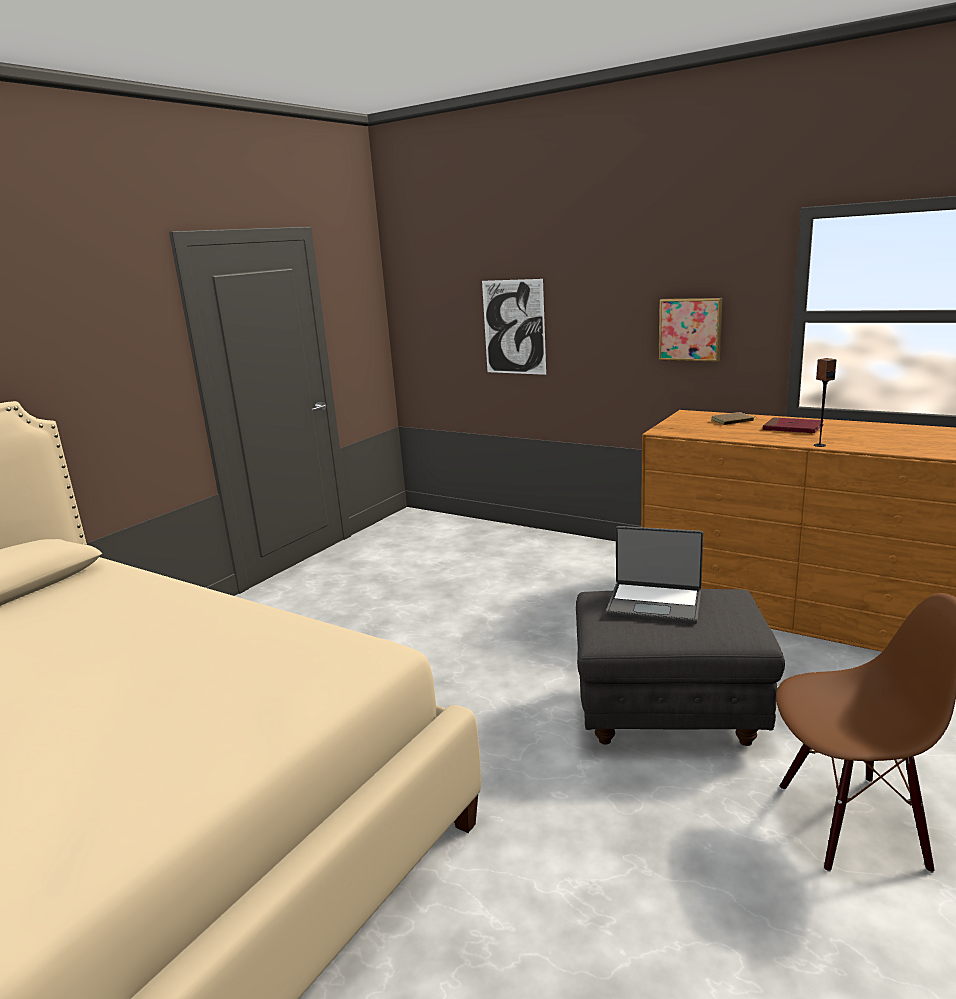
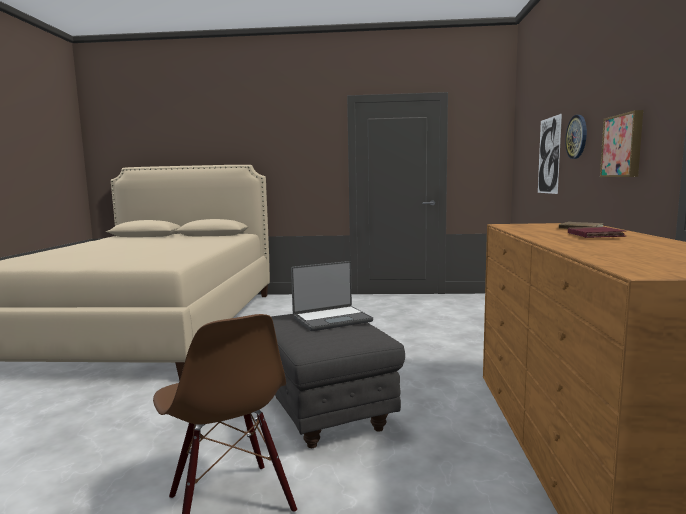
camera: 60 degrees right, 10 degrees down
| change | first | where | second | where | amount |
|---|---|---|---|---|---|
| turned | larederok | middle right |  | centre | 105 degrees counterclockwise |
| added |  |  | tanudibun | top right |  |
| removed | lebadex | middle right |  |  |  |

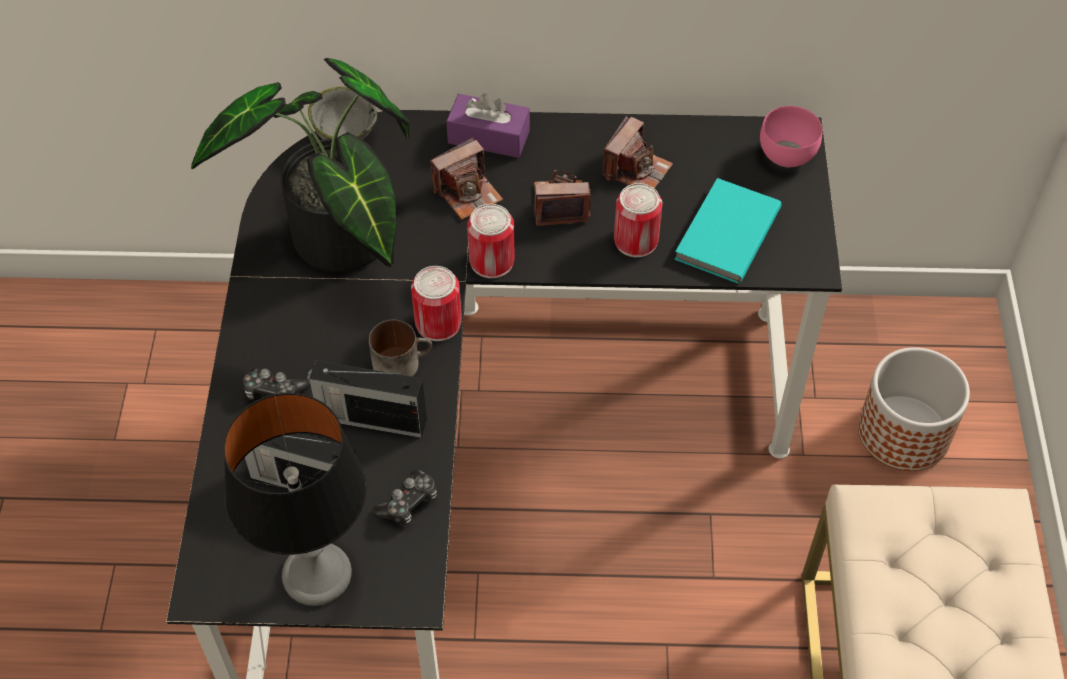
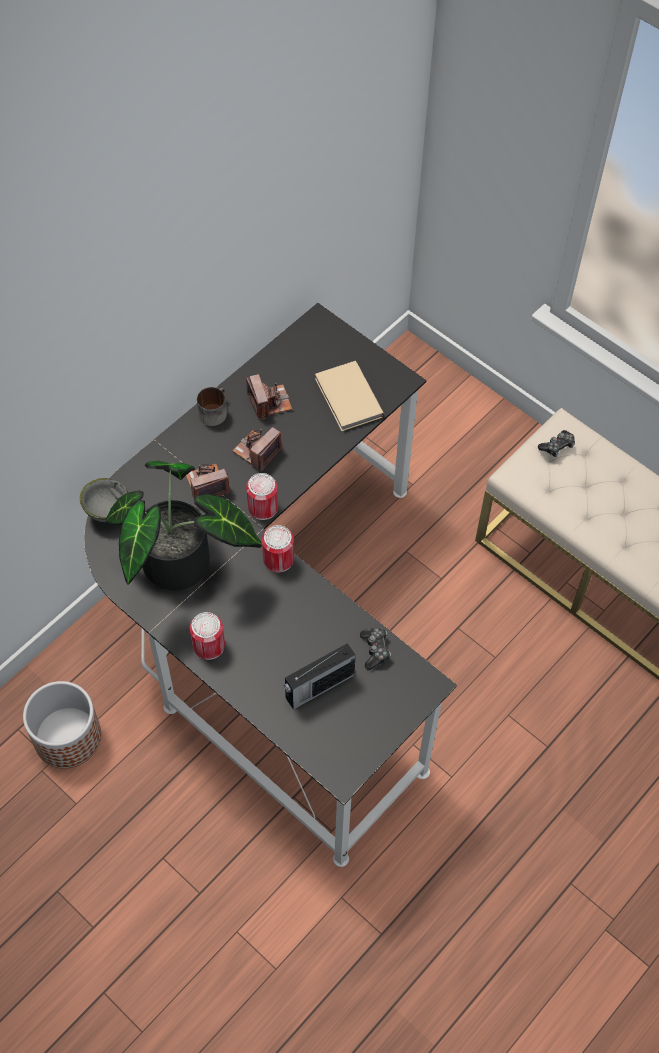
camera: 50 degrees left, 5 degrees up
| change | first | where | second | where | amount |
|---|---|---|---|---|---|
| moved | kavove | middle right |  | bottom left |  |
| turned | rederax (1st from left) | top centre |  | middle left | 120 degrees counterclockwise |
| moved | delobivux (3rd from left in the first image) | top centre | delobivux (1st from left) | middle left |  |
| moved | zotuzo | centre |  | middle left |  |
| recoloured | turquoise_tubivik | middle right | beige_tubivik | centre |  |
| moved | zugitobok (1st from left in the first image) | middle left | zugitobok (2nd from left) | middle right |  |
| removed | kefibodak | bottom left |  |  |  |
| removed | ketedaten (2nd from left) | centre |  |  |  |
| removed | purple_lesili | top centre |  |  |  |
| removed | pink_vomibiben | top right |  |  |  |

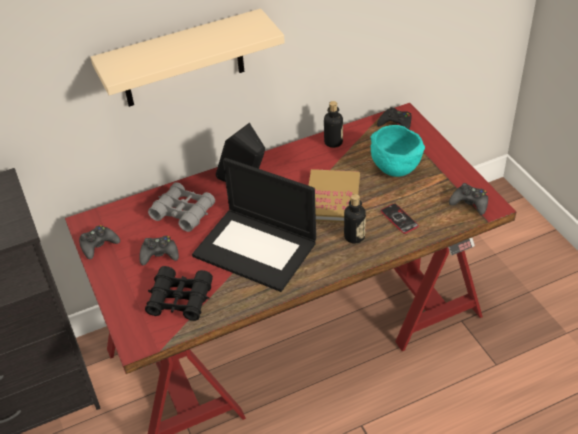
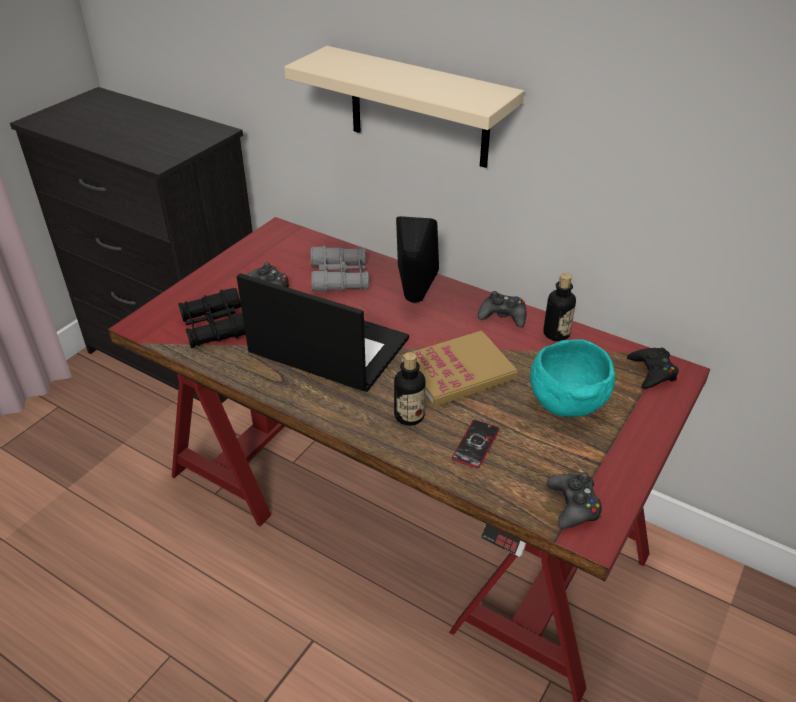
camera: 55 degrees right, 5 degrees down
| change | first | where | second | where | amount |
|---|---|---|---|---|---|
| turned | larederok | centre |  | centre | 120 degrees clockwise |
| moved | black_zugitobok (1st from left in the first image) | middle left | black_zugitobok (2nd from left) | centre |  |

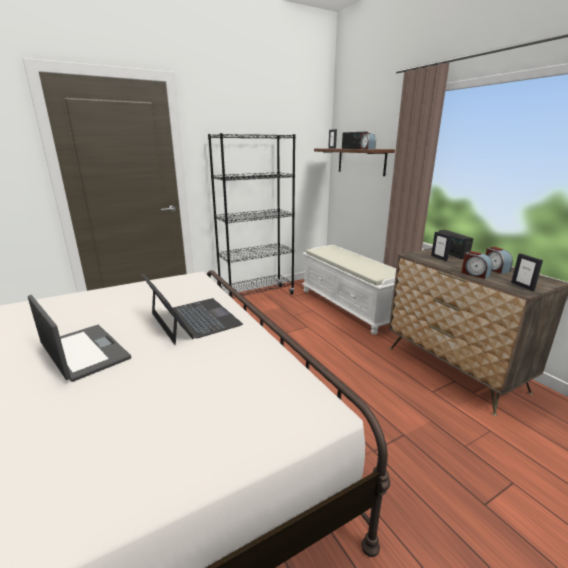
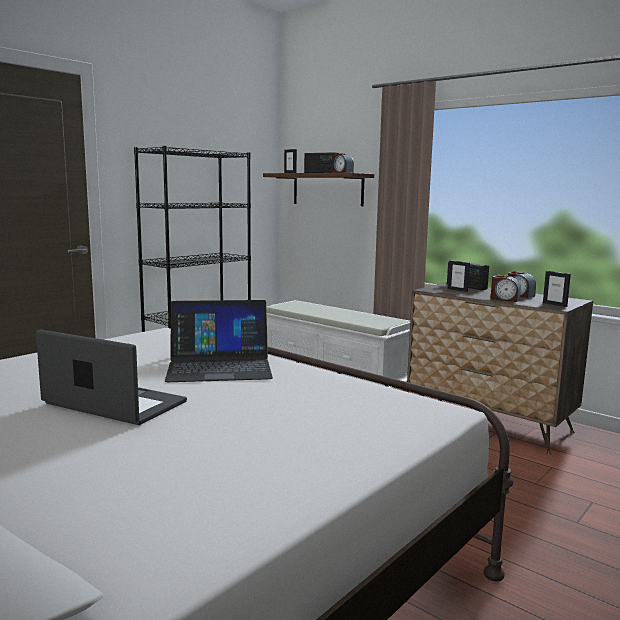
camera: 20 degrees left, 10 degrees down
| change | first | where | second | where | amount |
|---|---|---|---|---|---|
| turned | larederok (2nd from left) | centre |  | centre | 135 degrees clockwise |

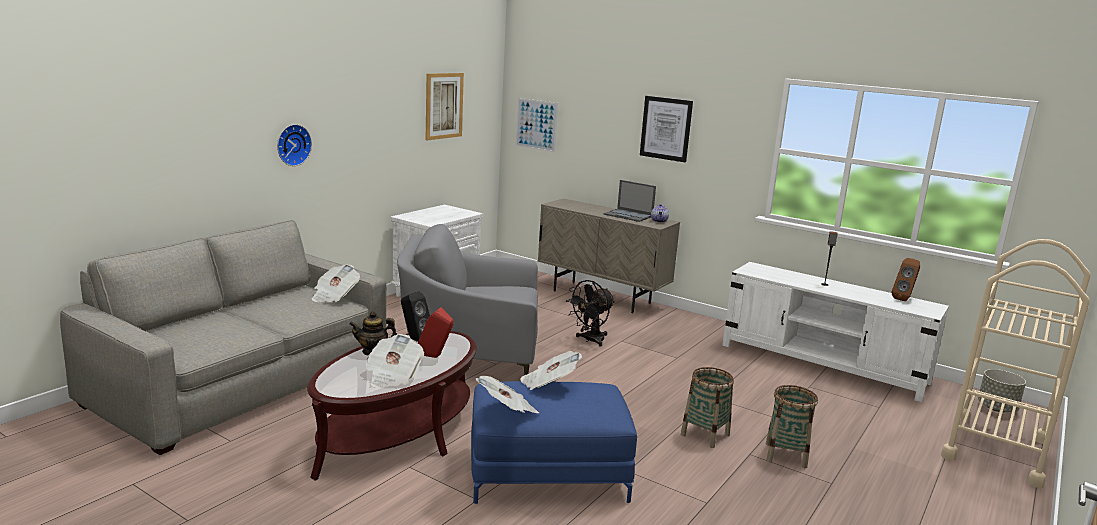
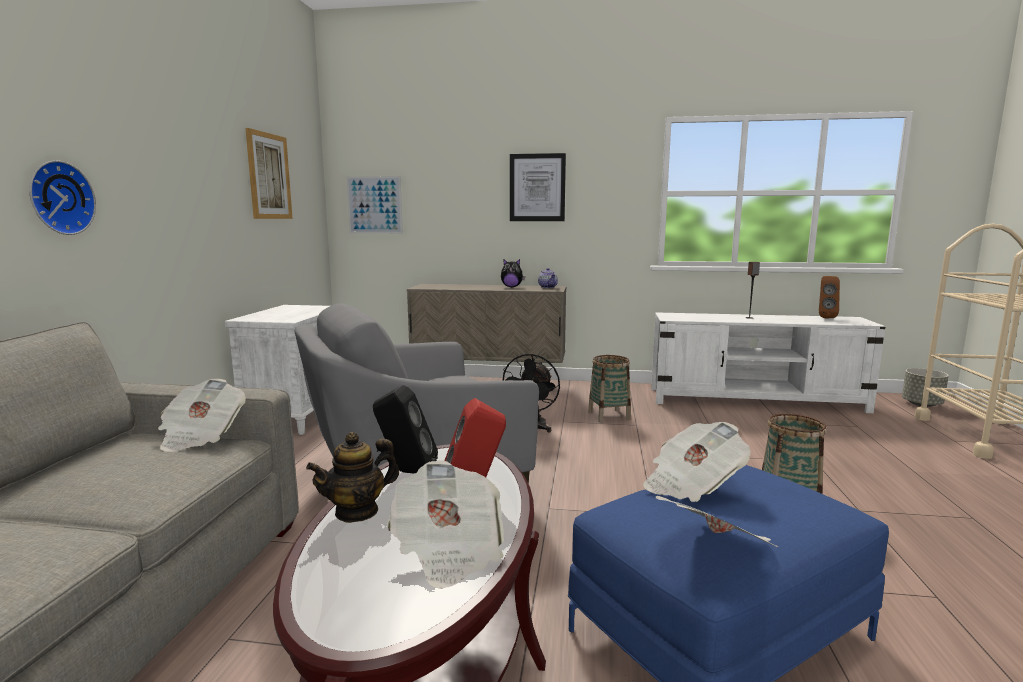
camera: 25 degrees left, 5 degrees down
| change | first | where | second | where | amount |
|---|---|---|---|---|---|
| replaced | larederok | centre | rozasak | centre |  |
| moved | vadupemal (2nd from left in the first image) | bottom right | vadupemal (1st from left) | centre |  |

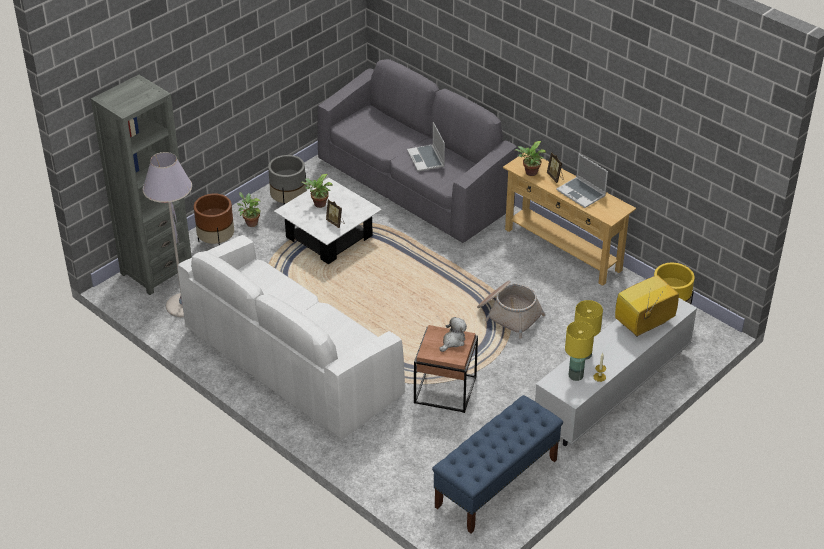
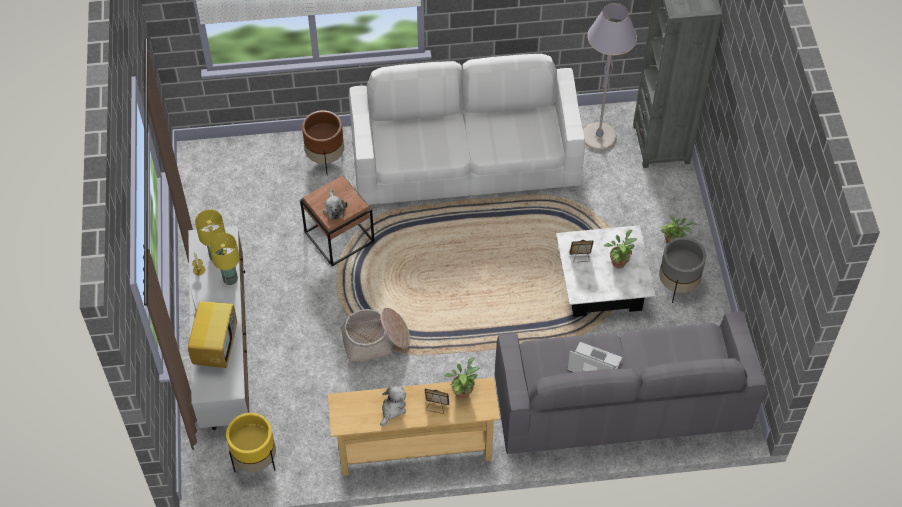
camera: 130 degrees right, 15 degrees up
| change | first | where | second | where | amount |
|---|---|---|---|---|---|
| moved | brown_kavove | middle left |  | top centre |  |
| replaced | larederok (2nd from left) | top right | rozasak (2nd from left) | bottom centre |  |
| removed | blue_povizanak | bottom centre |  |  |  |

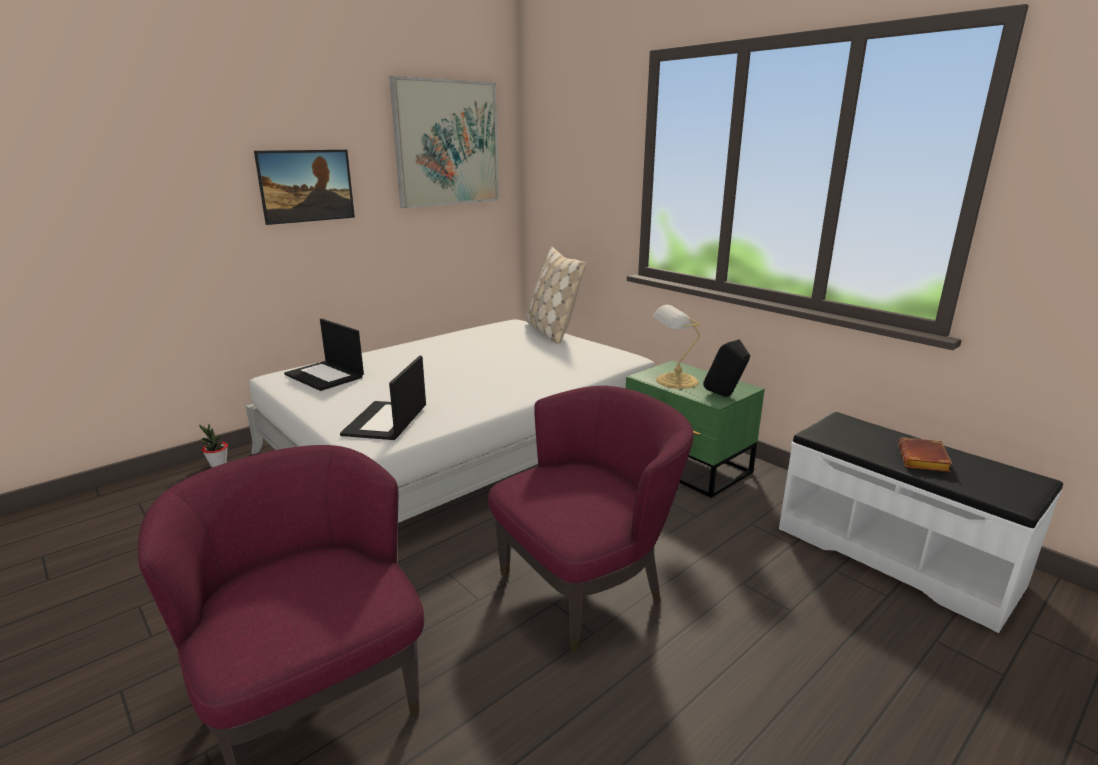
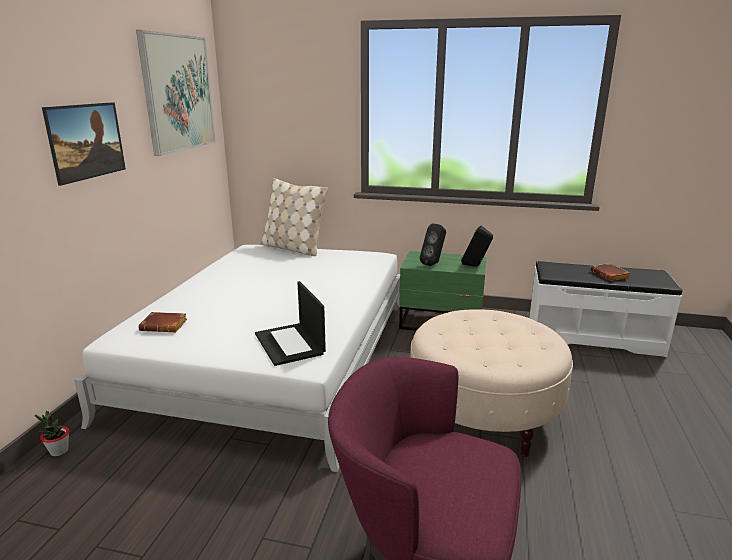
camera: 35 degrees left, 0 degrees up
| change | first | where | second | where | amount |
|---|---|---|---|---|---|
| replaced | larederok (1st from left) | middle left | brown_tubivik (1st from left) | middle left |  |
| replaced | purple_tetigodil (2nd from left) | bottom centre | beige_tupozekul | bottom right |  |
| replaced | kefibodak | centre | black_lebadex (1st from left) | centre |  |

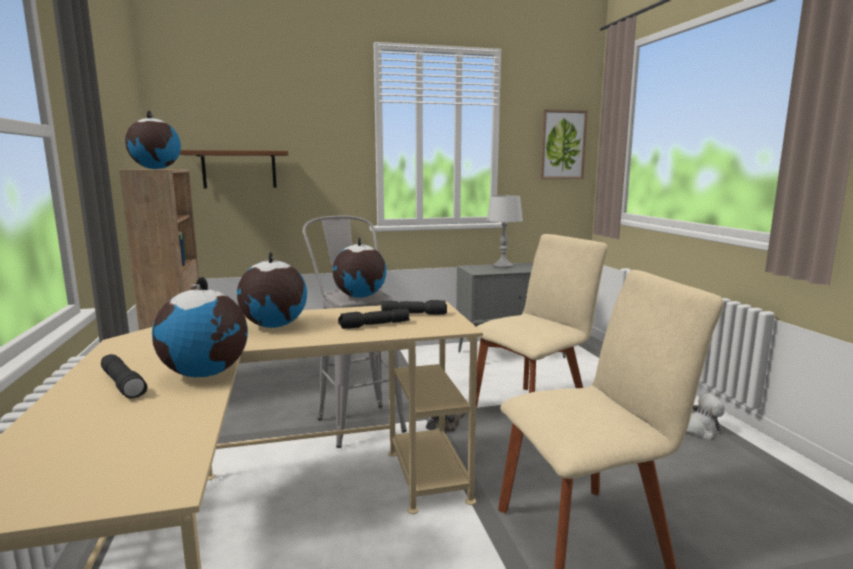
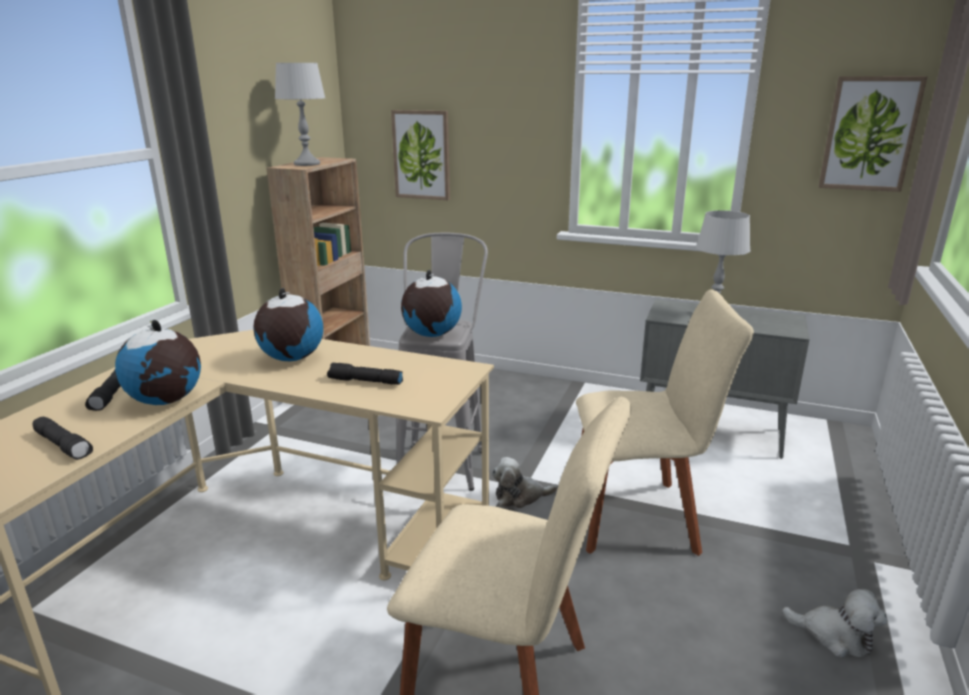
camera: 35 degrees right, 10 degrees up
| change | first | where | second | where | amount |
|---|---|---|---|---|---|
| moved | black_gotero (3rd from left in the first image) | centre | black_gotero (1st from left) | middle left |  |
| replaced | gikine (1st from left) | top left | grey_kefibodak (1st from left) | top left |  |
| replaced | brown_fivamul | top left | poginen (1st from left) | top centre |  |

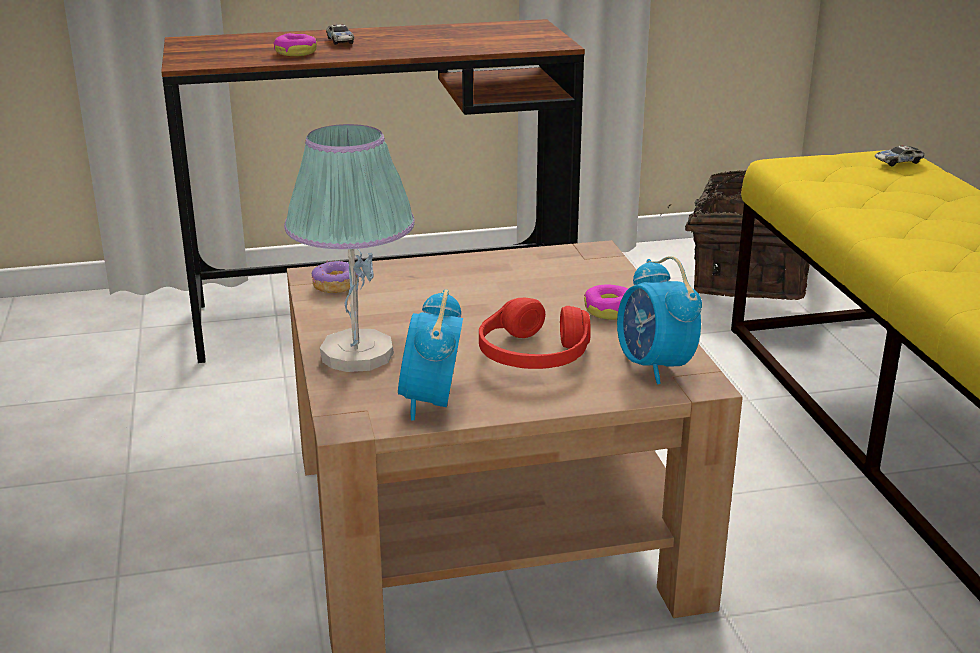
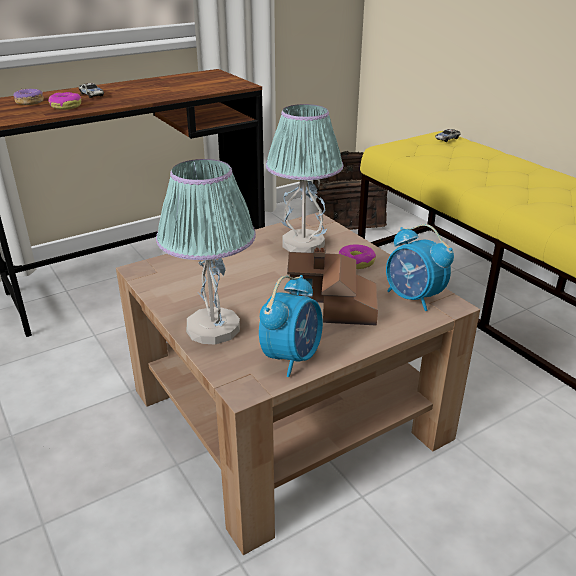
camera: 20 degrees left, 5 degrees up
| change | first | where | second | where | amount |
|---|---|---|---|---|---|
| moved | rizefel (2nd from left in the first image) | centre | rizefel (1st from left) | top left |  |
| turned | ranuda (1st from left) | centre |  | centre | 135 degrees counterclockwise |
| added |  |  | kefibodak (2nd from left) | top centre |  |
| replaced | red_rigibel | centre | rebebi | centre |  |

